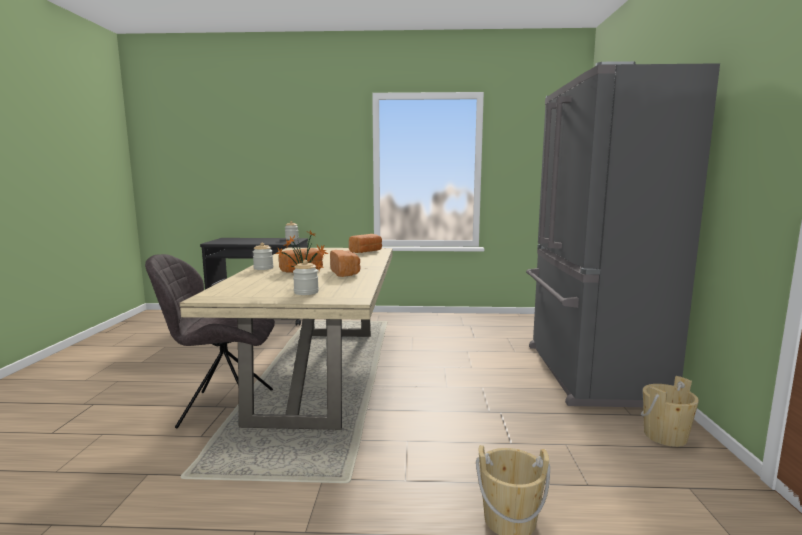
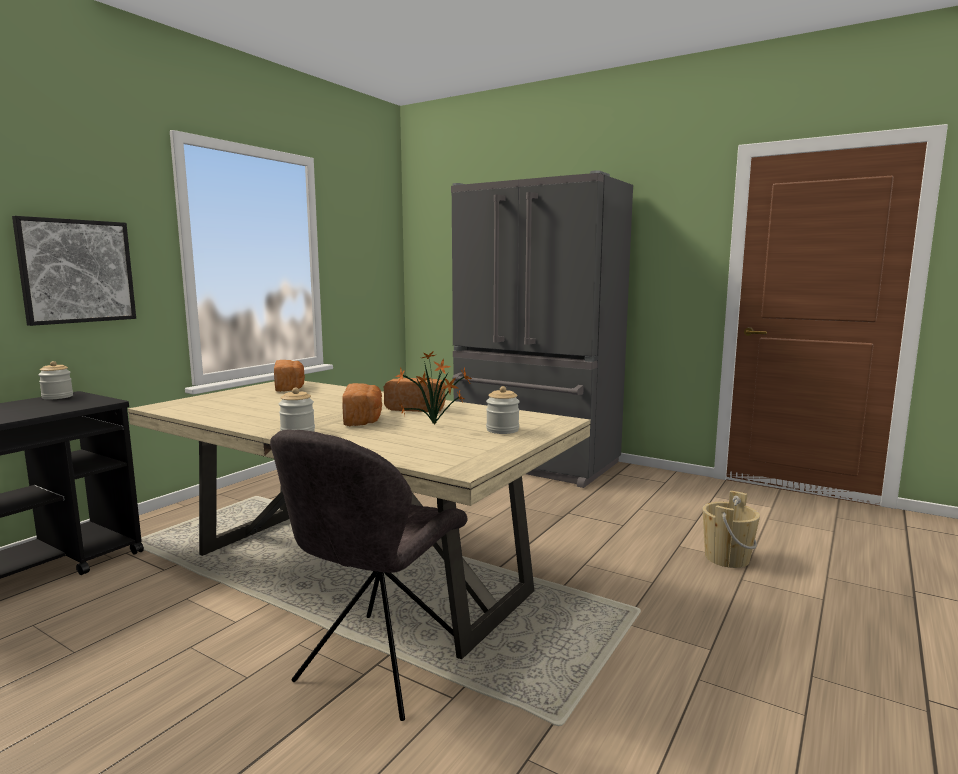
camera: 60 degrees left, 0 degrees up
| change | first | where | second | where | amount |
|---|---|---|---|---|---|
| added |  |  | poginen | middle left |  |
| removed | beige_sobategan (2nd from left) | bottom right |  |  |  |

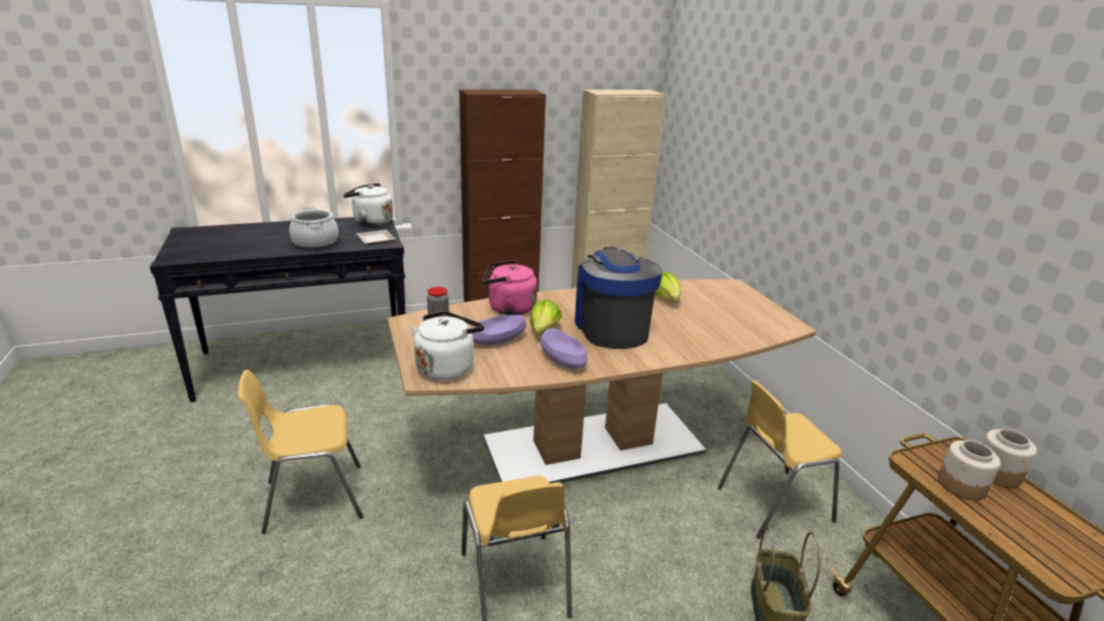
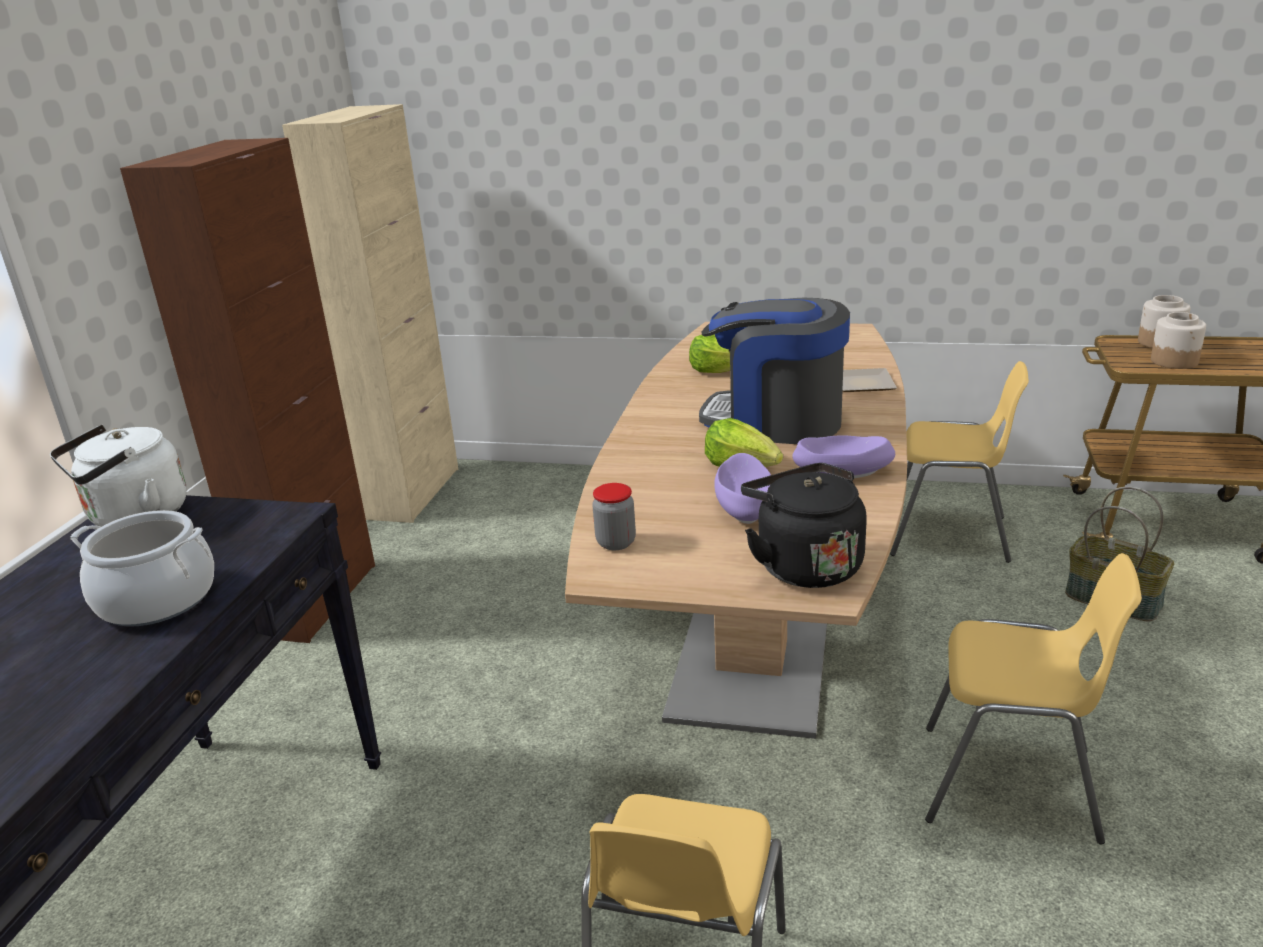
camera: 55 degrees left, 0 degrees up
| change | first | where | second | where | amount |
|---|---|---|---|---|---|
| recoloured | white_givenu (2nd from left) | centre | black_givenu | centre |  |
| moved | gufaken | centre |  | middle right |  |
| turned | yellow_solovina (3rd from left in the first image) | bottom right | yellow_solovina (2nd from left) | middle right | 90 degrees counterclockwise |
| removed | pink_givenu | centre |  |  |  |

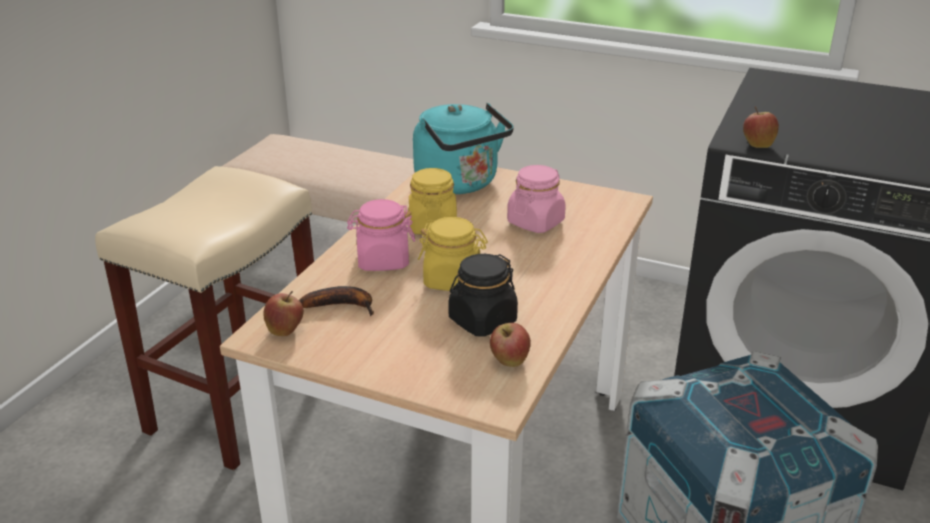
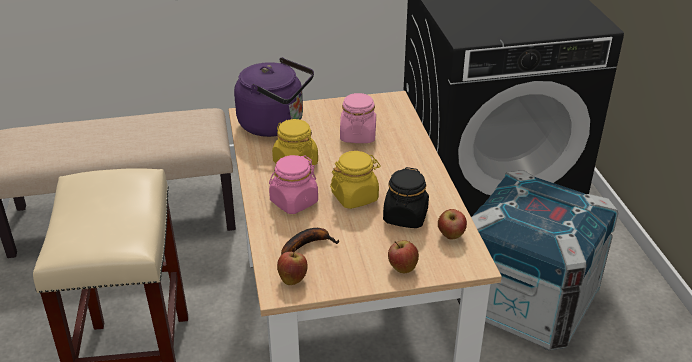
camera: 35 degrees left, 5 degrees up
| change | first | where | second | where | amount |
|---|---|---|---|---|---|
| recoloured | turquoise_givenu | top centre | purple_givenu | top centre |  |
| moved | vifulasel (3rd from left in the first image) | top right | vifulasel (2nd from left) | bottom centre |  |

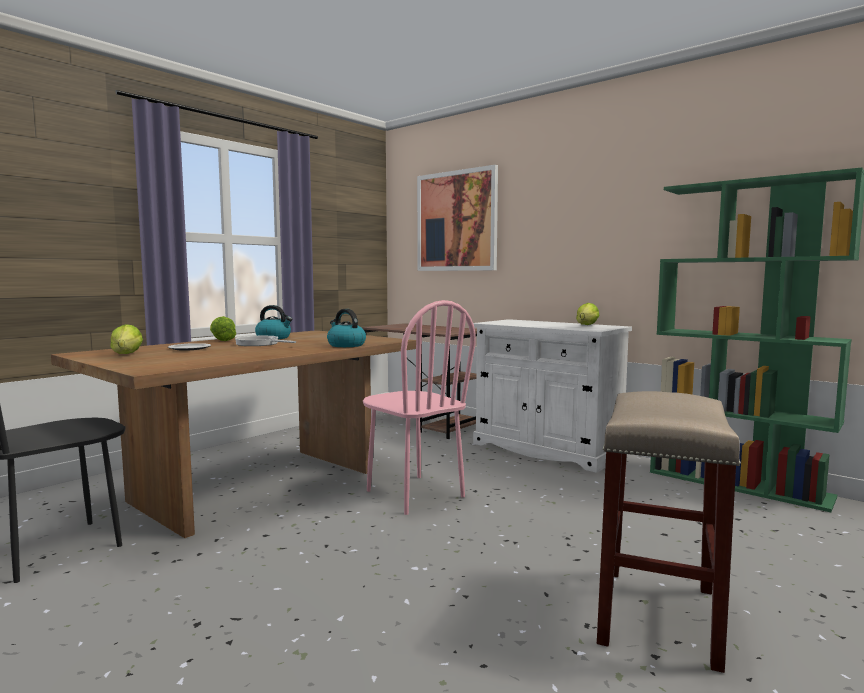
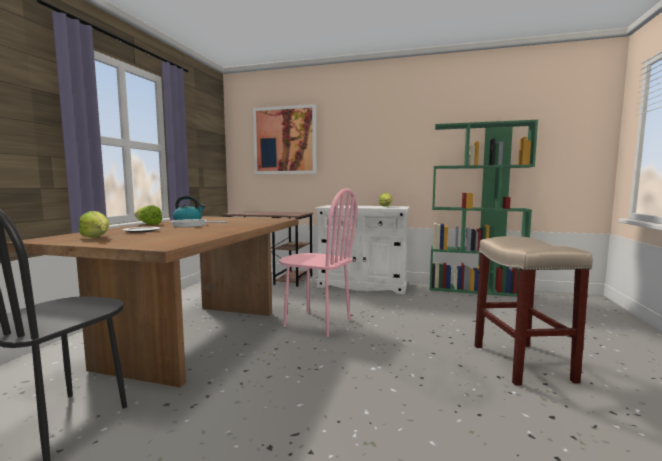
camera: 25 degrees left, 0 degrees up
| change | first | where | second | where | amount |
|---|---|---|---|---|---|
| removed | givenu (2nd from left) | centre |  |  |  |

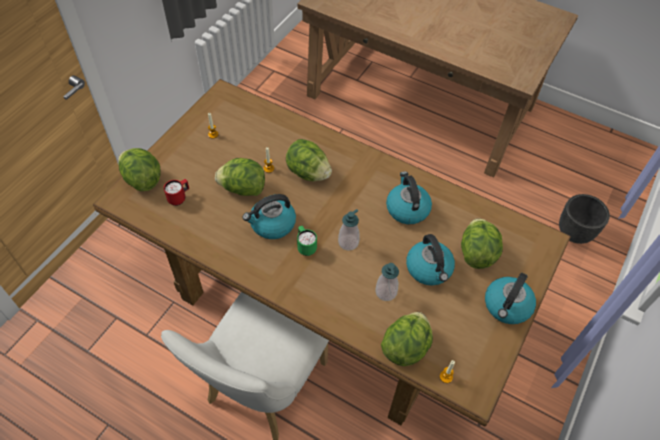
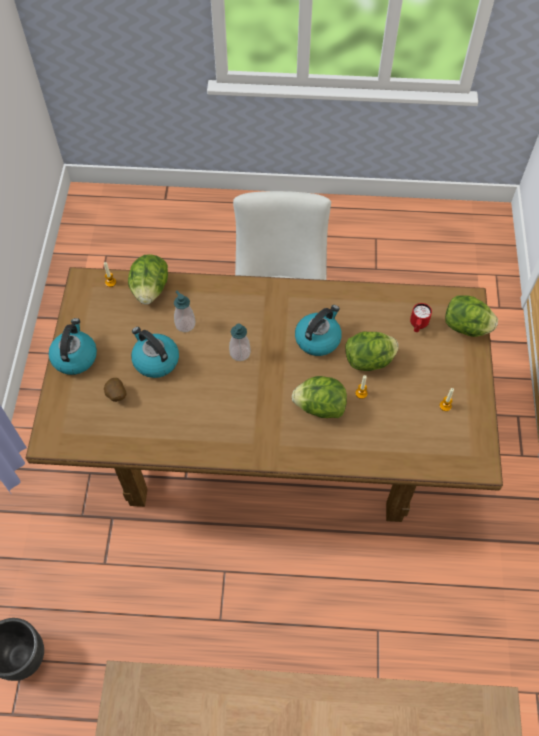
camera: 155 degrees right, 5 degrees up
| change | first | where | second | where | amount |
|---|---|---|---|---|---|
| replaced | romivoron (5th from left) | middle right | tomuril | middle left |  |
| removed | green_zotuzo | centre |  |  |  |
| removed | givenu (2nd from left) | centre |  |  |  |

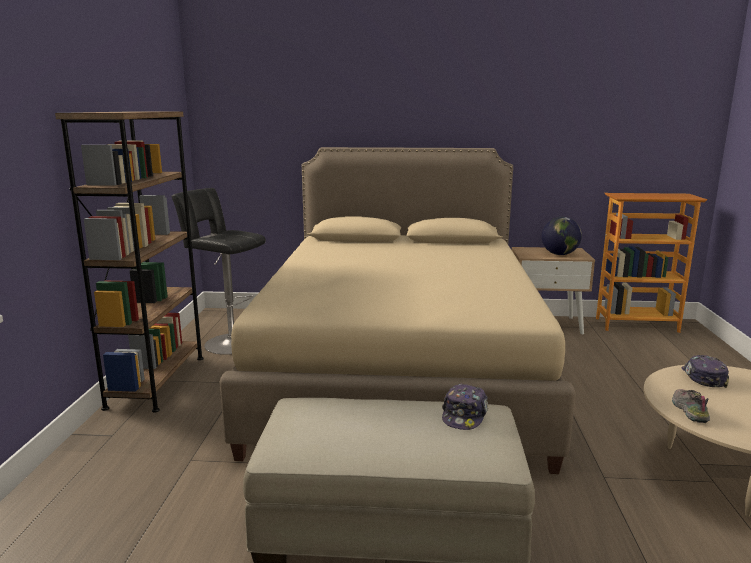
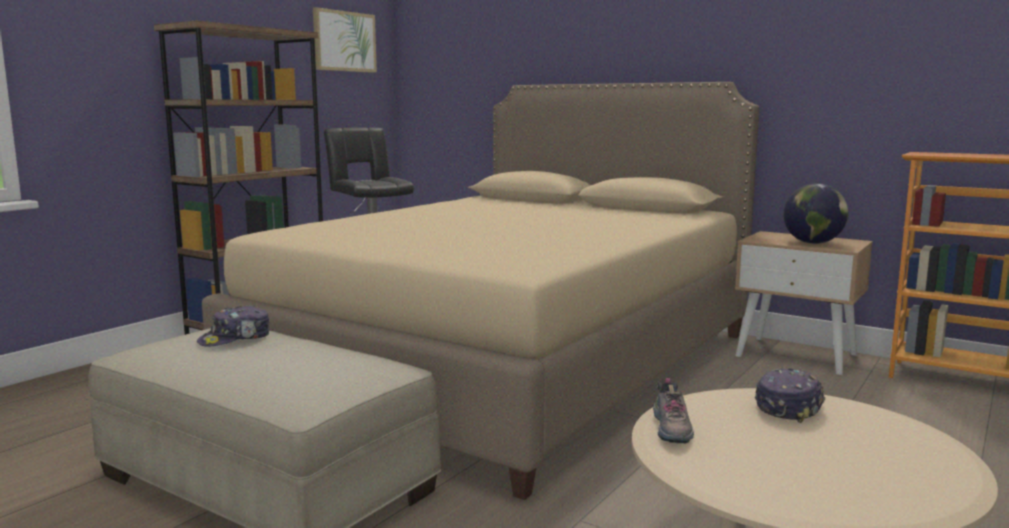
camera: 30 degrees right, 5 degrees down
| change | first | where | second | where | amount |
|---|---|---|---|---|---|
| moved | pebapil (1st from left) | bottom centre |  | middle left |  |
| added |  |  | poginen | top centre |  |
| turned | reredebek | bottom right |  | bottom right | 150 degrees clockwise |

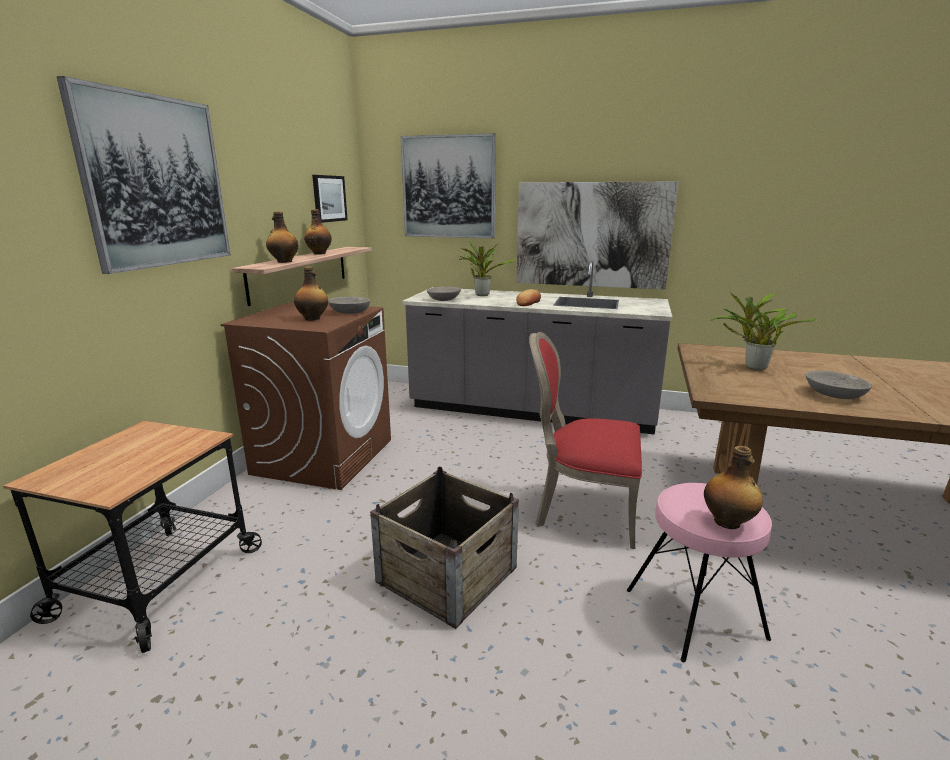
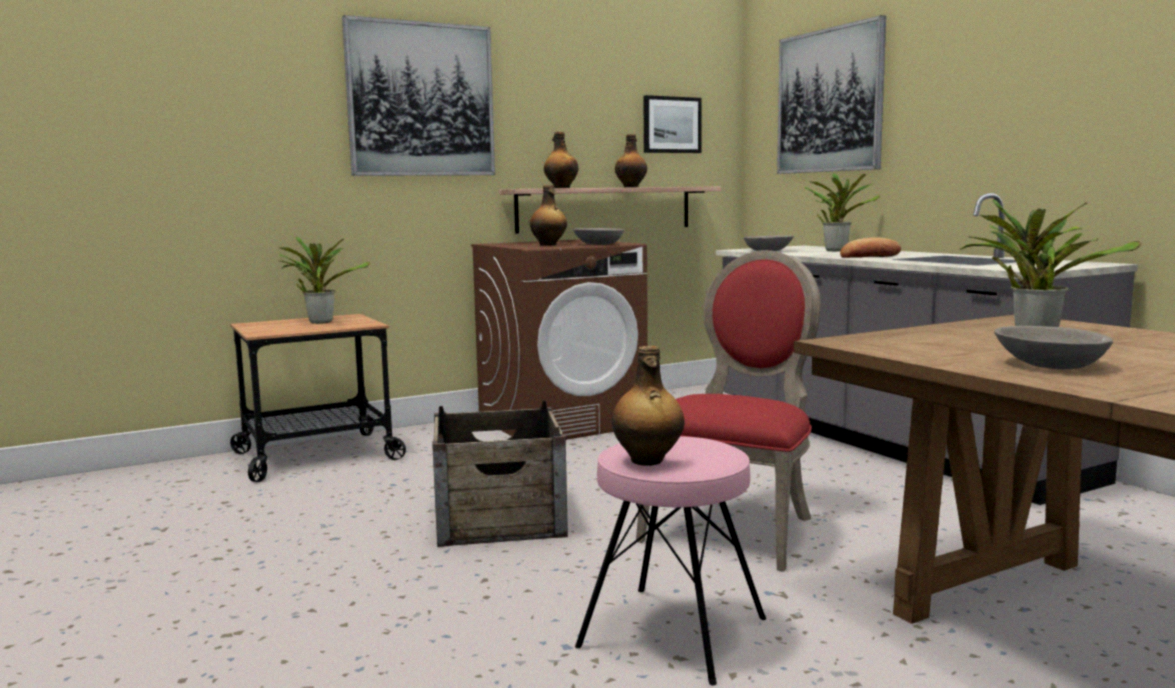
camera: 45 degrees right, 10 degrees down
| change | first | where | second | where | amount |
|---|---|---|---|---|---|
| added |  |  | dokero (1st from left) | middle left |  |
| turned | red_solovina | centre |  | centre | 60 degrees clockwise |
| removed | poginen (4th from left) | top centre |  |  |  |

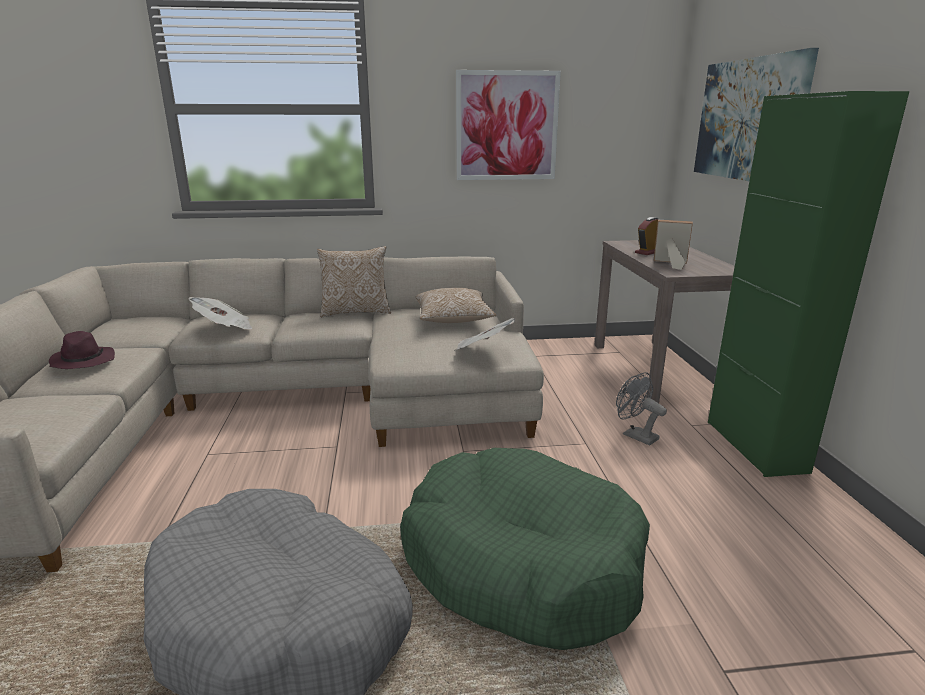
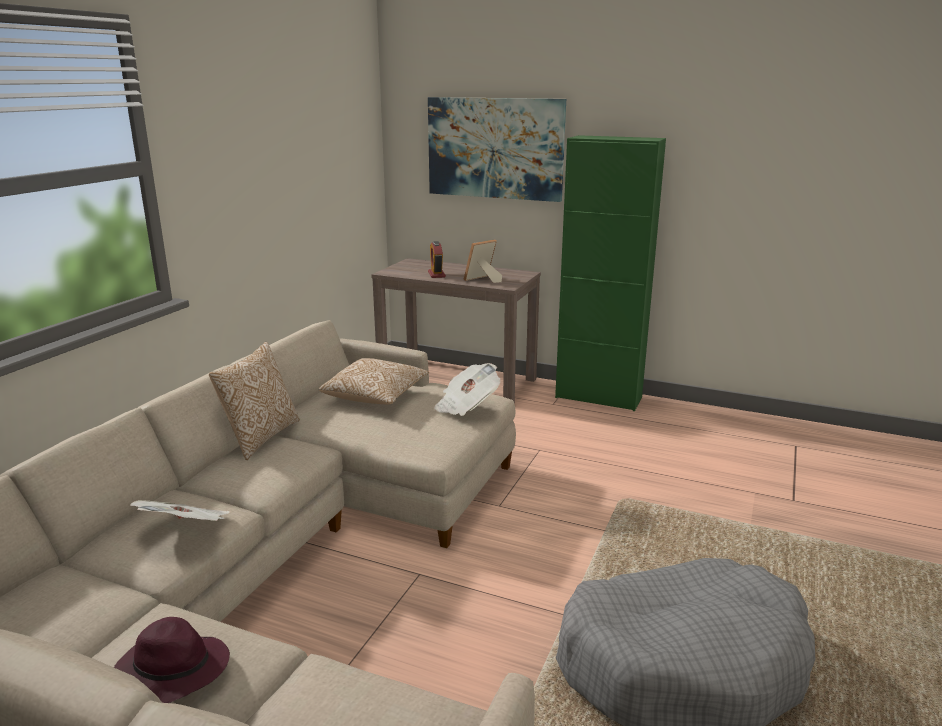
camera: 60 degrees left, 0 degrees up
| change | first | where | second | where | amount |
|---|---|---|---|---|---|
| removed | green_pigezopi | bottom centre |  |  |  |
| removed | poginen (1st from left) | top centre |  |  |  |
| removed | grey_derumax | middle right |  |  |  |

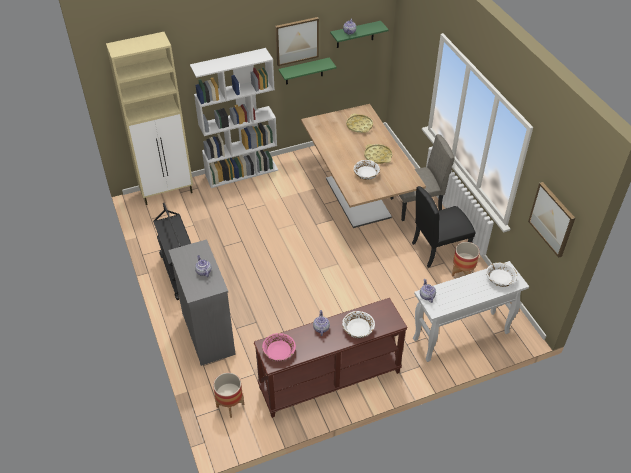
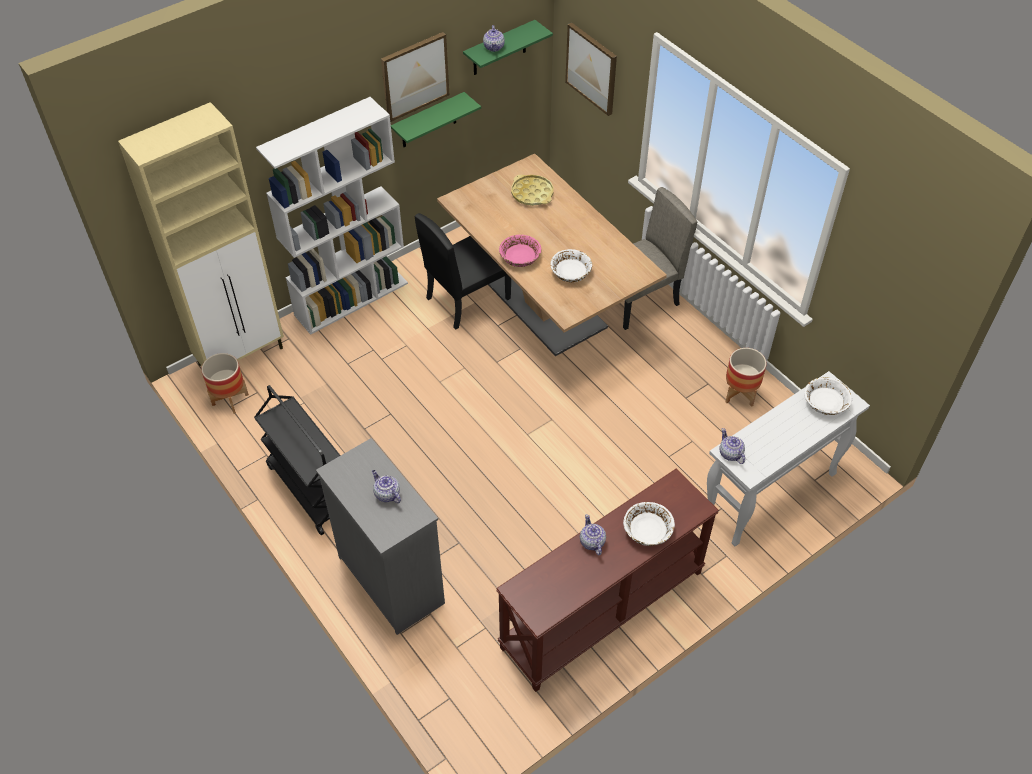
camera: 15 degrees left, 5 degrees up
| change | first | where | second | where | amount |
|---|---|---|---|---|---|
| moved | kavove (1st from left) | bottom centre |  | middle left |  |
| moved | black_solovina | middle right |  | centre |  |
| moved | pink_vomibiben | bottom centre |  | top centre |  |
| moved | poginen (2nd from left) | middle right |  | top centre |  |
| removed | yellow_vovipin (2nd from left) | top centre |  |  |  |

